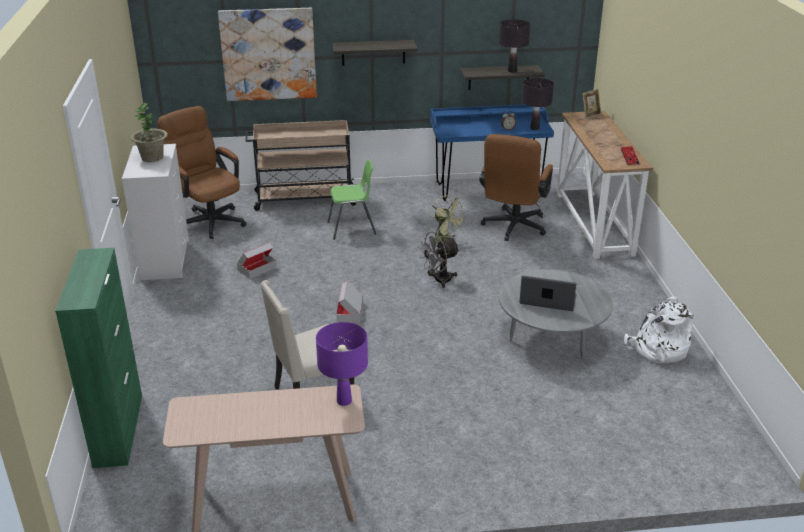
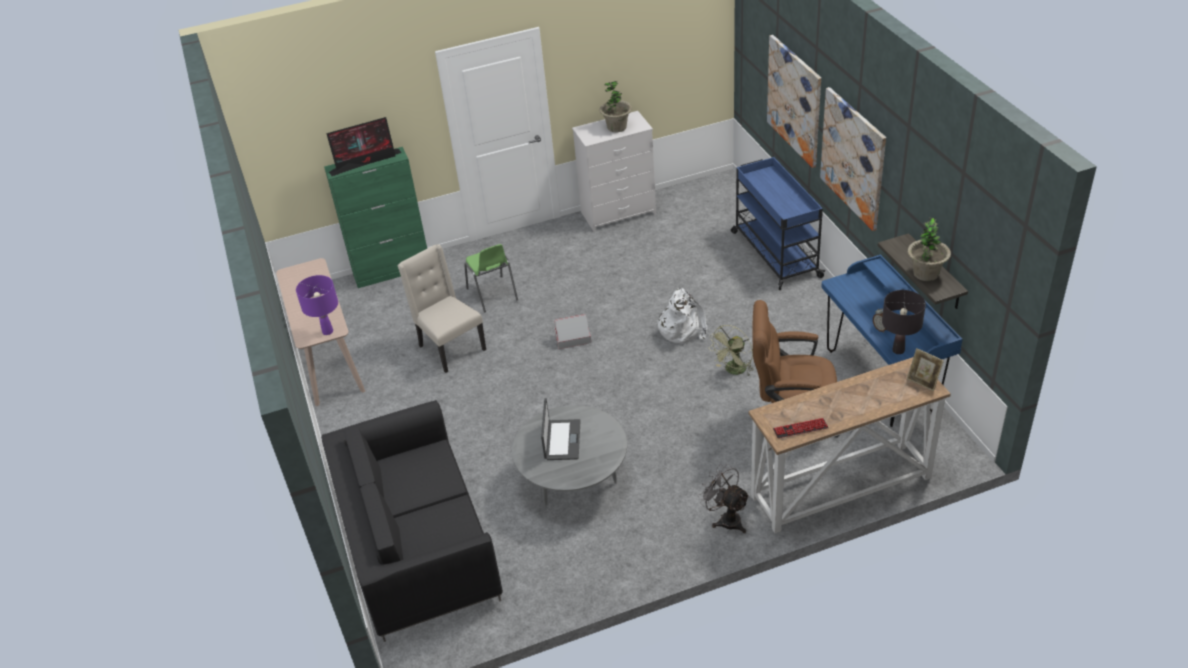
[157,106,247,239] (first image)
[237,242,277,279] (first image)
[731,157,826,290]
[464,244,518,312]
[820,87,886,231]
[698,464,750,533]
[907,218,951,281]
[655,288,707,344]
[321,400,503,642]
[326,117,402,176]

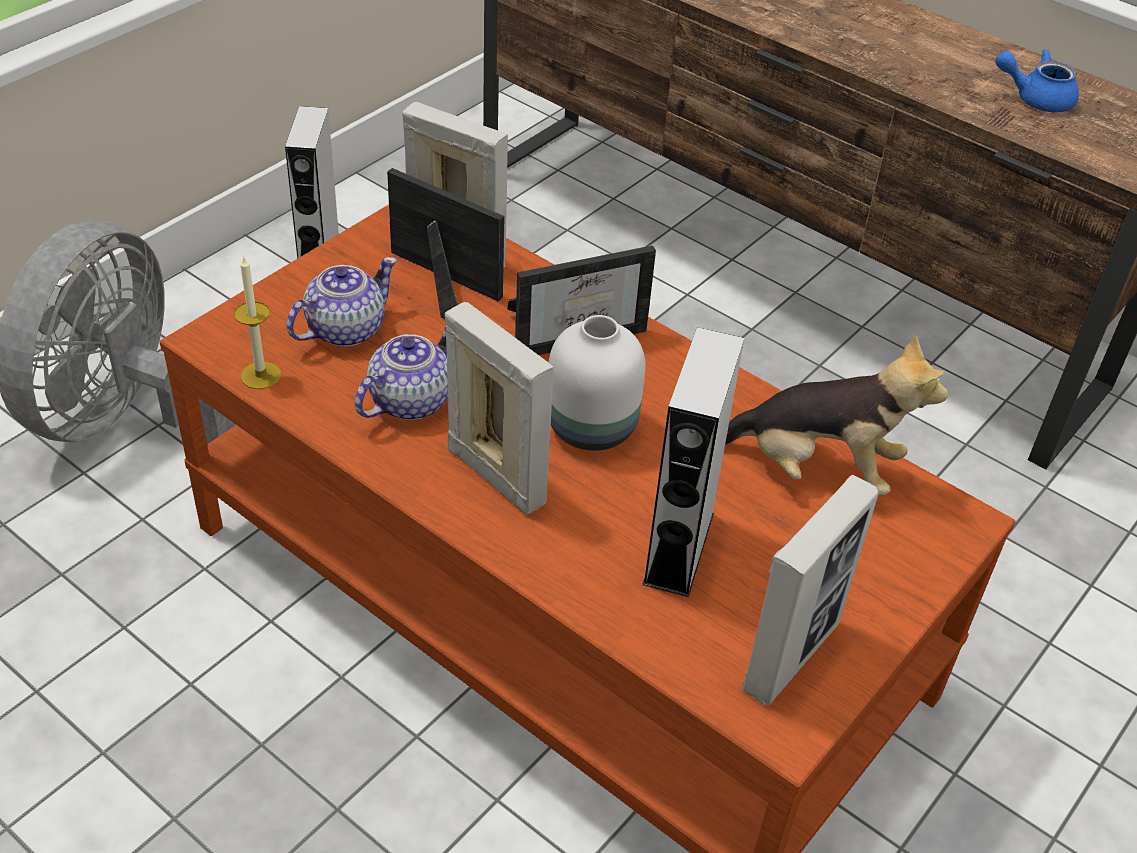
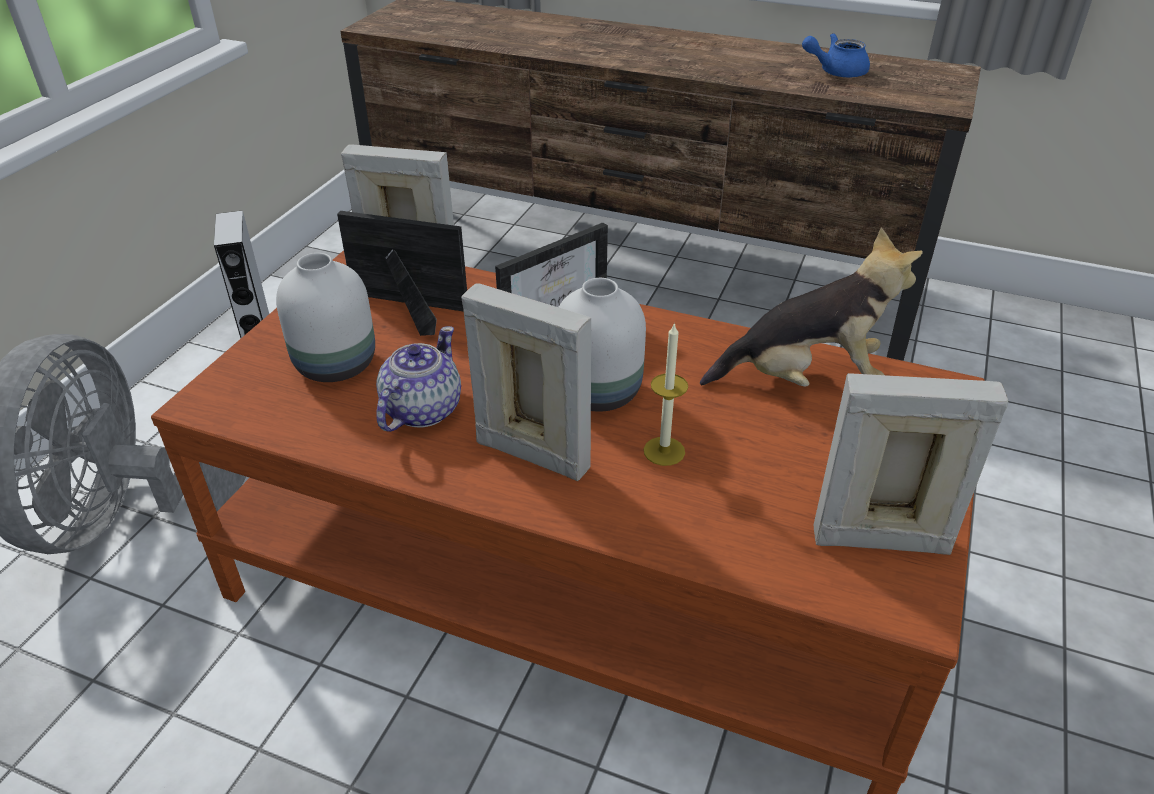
[644,322,688,466]
[276,253,375,382]
[642,327,744,597] (first image)
[814,373,1008,555]

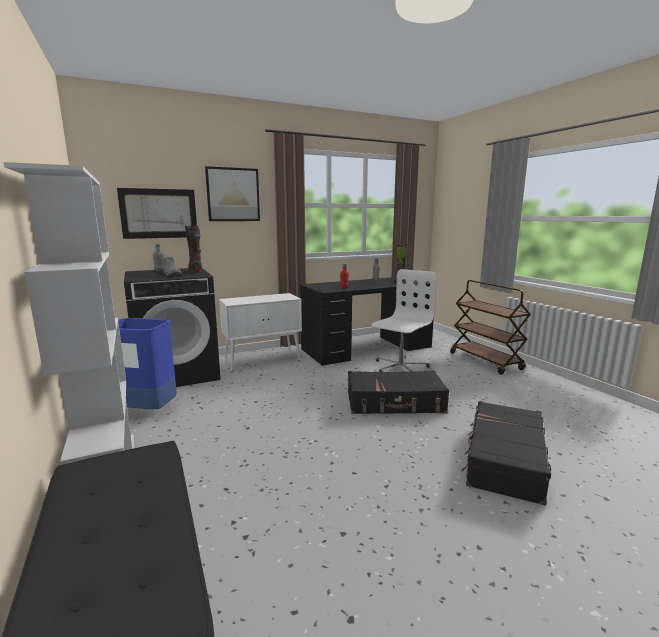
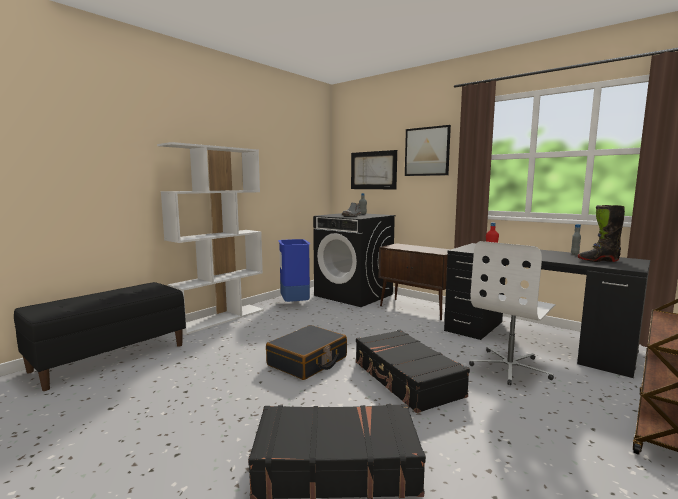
[185,225,202,273] (first image)
[379,243,451,320]
[469,241,556,385]
[266,325,347,380]

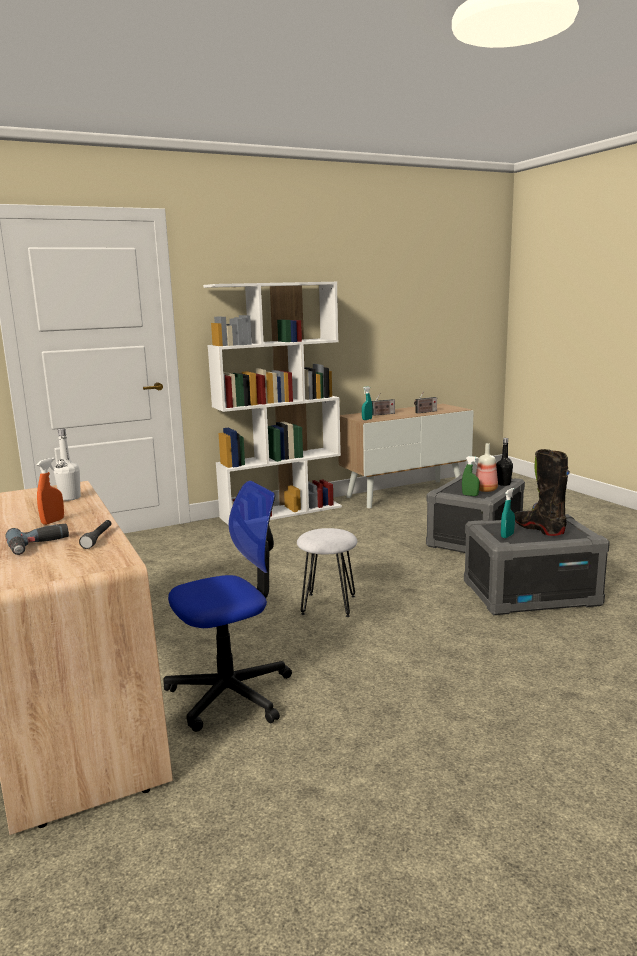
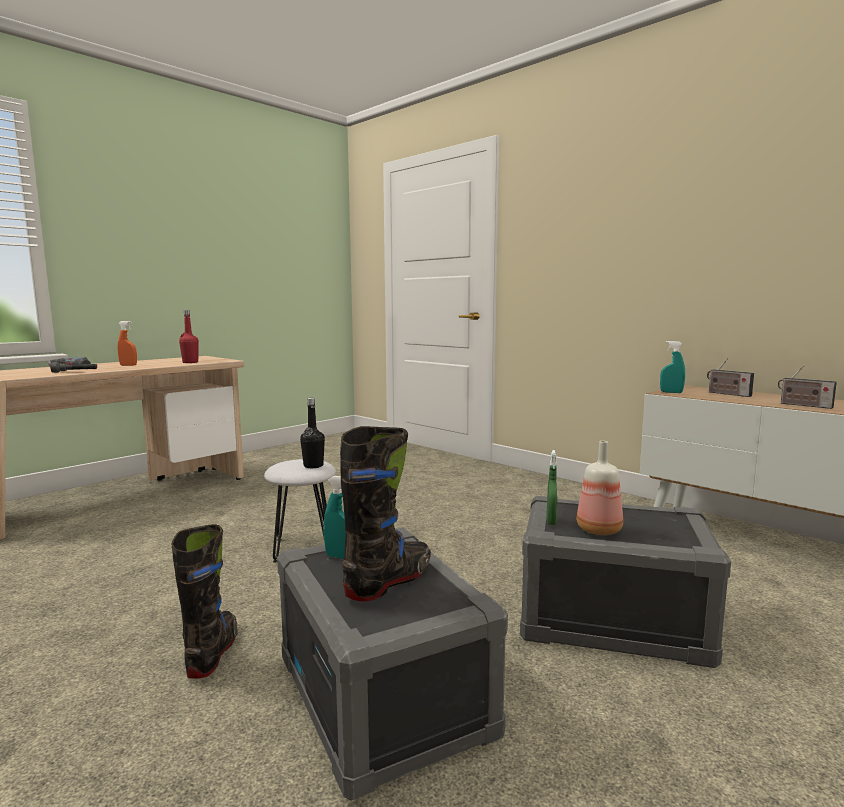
[179,310,199,363]
[163,481,292,732] (first image)
[203,282,342,525] (first image)
[300,398,325,468]
[171,524,238,679]

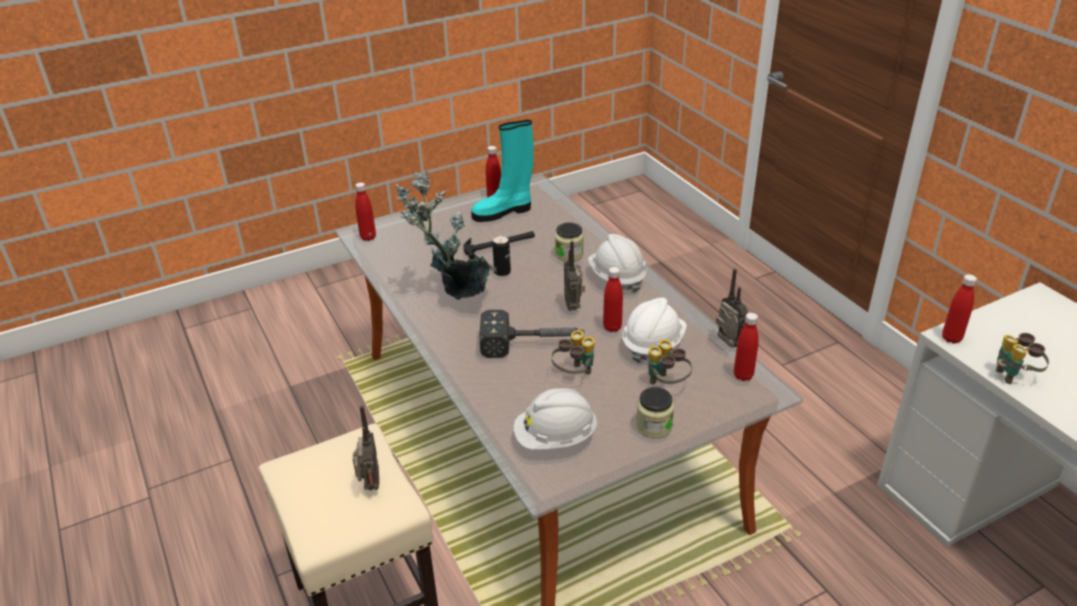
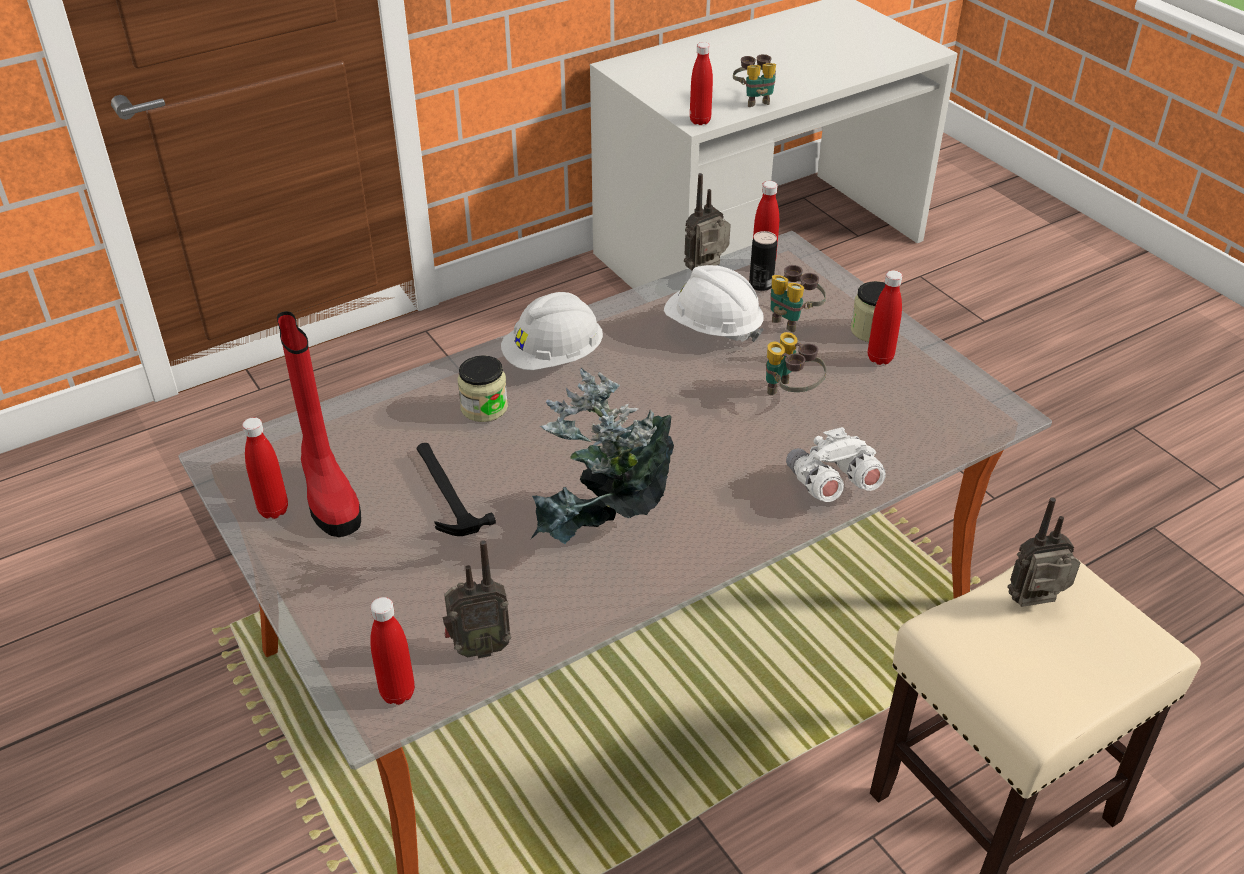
[277,311,361,537]
[480,310,585,358] (first image)
[749,231,777,291]
[514,388,597,450] (first image)
[443,540,511,658]
[868,270,902,365]
[786,427,886,502]

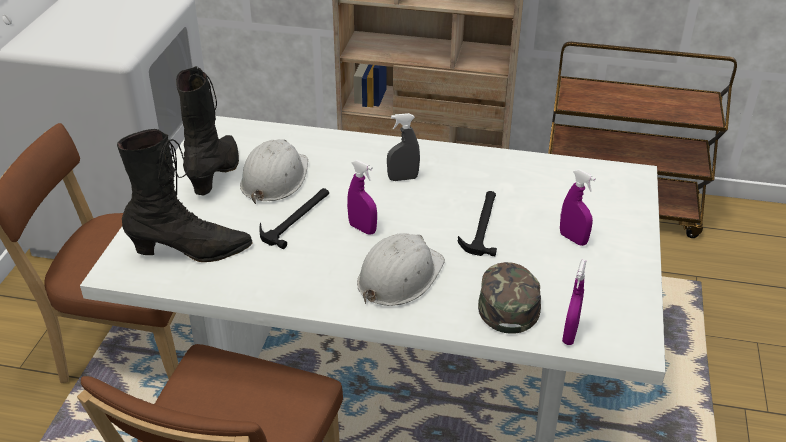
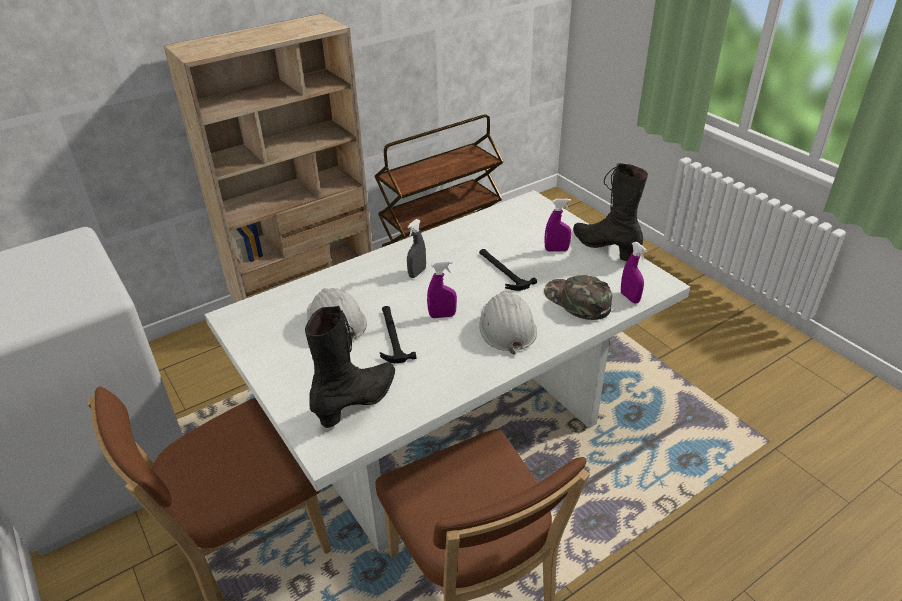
[573,163,648,261]

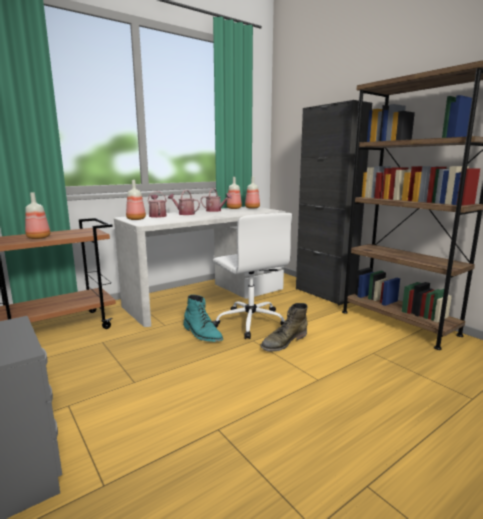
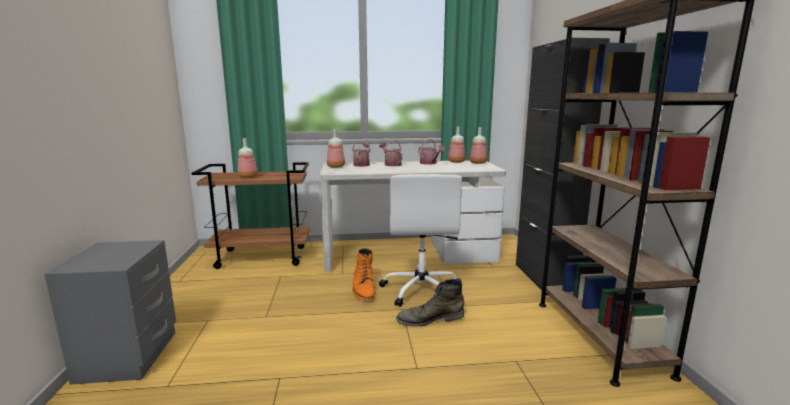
[352,248,375,301]

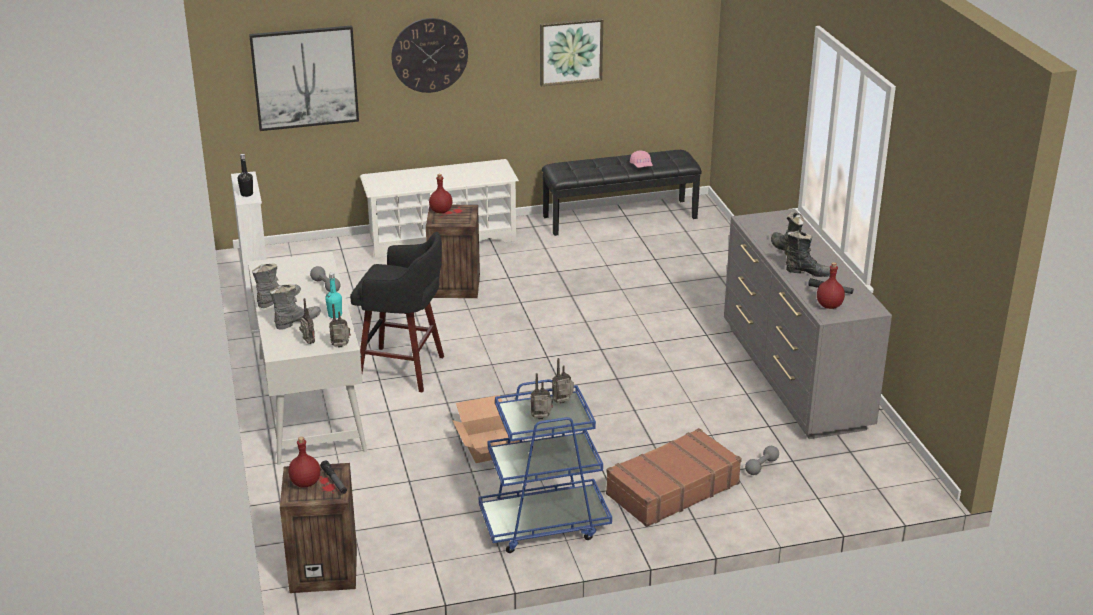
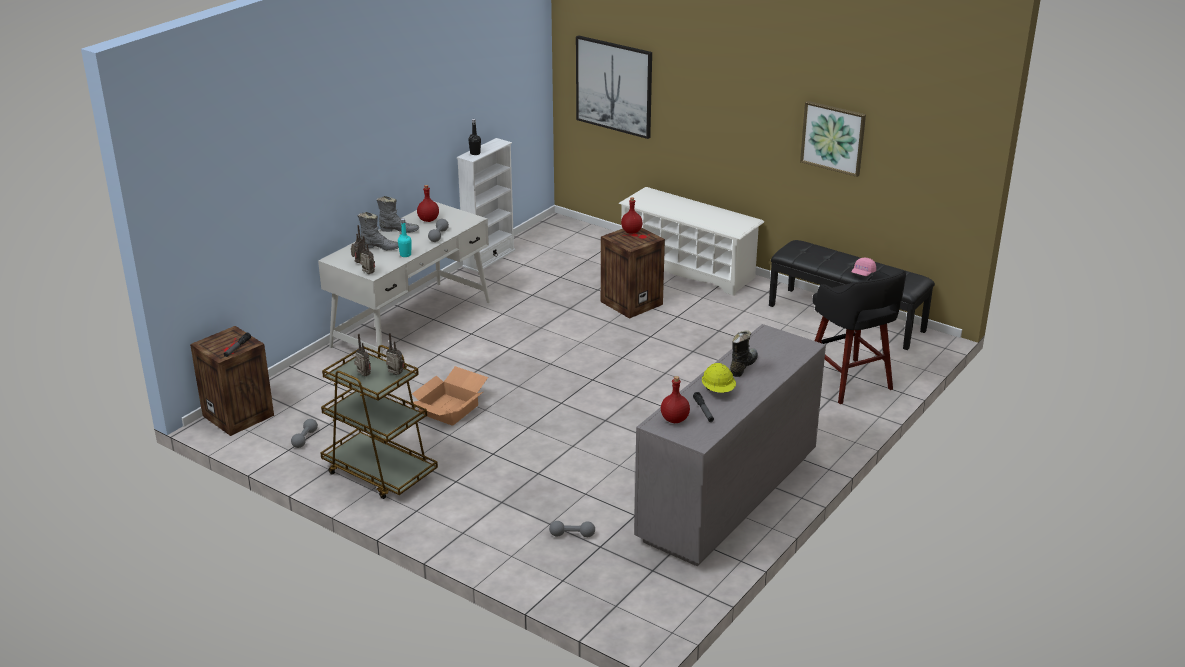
[417,185,439,222]
[812,271,906,404]
[391,18,468,93] (first image)
[320,345,438,499]
[606,428,742,527] (first image)
[702,363,736,393]
[291,419,318,448]

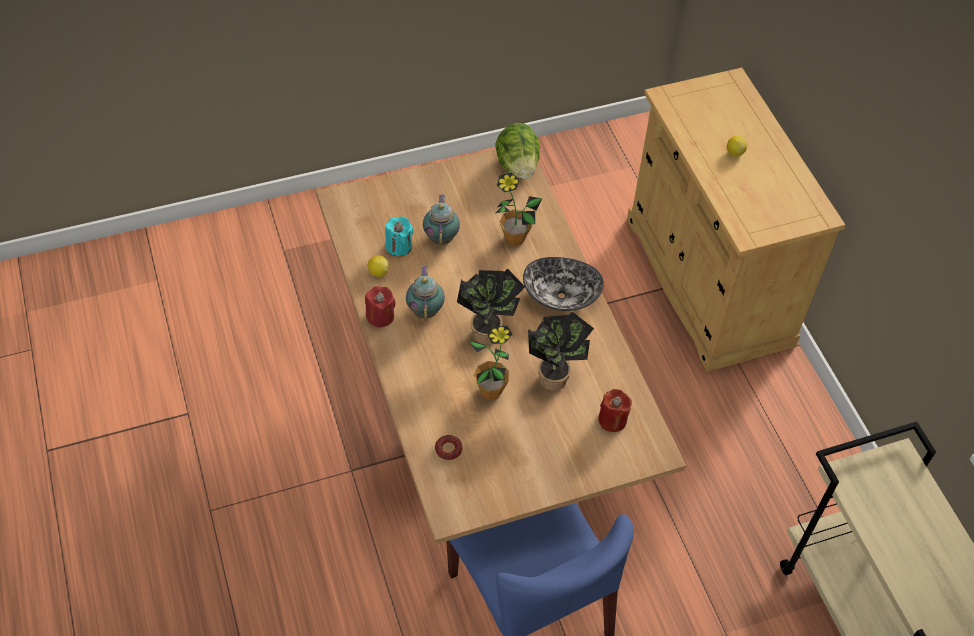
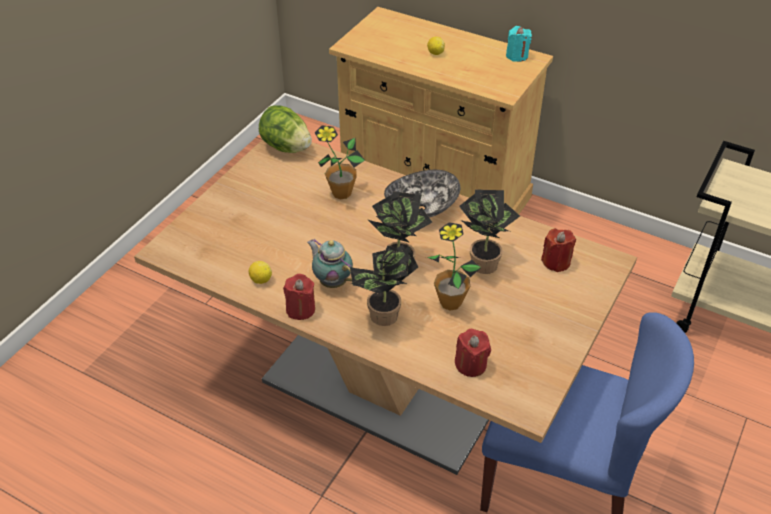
[506,26,532,62]
[423,194,460,246] (first image)
[454,329,491,377]
[350,245,418,326]

